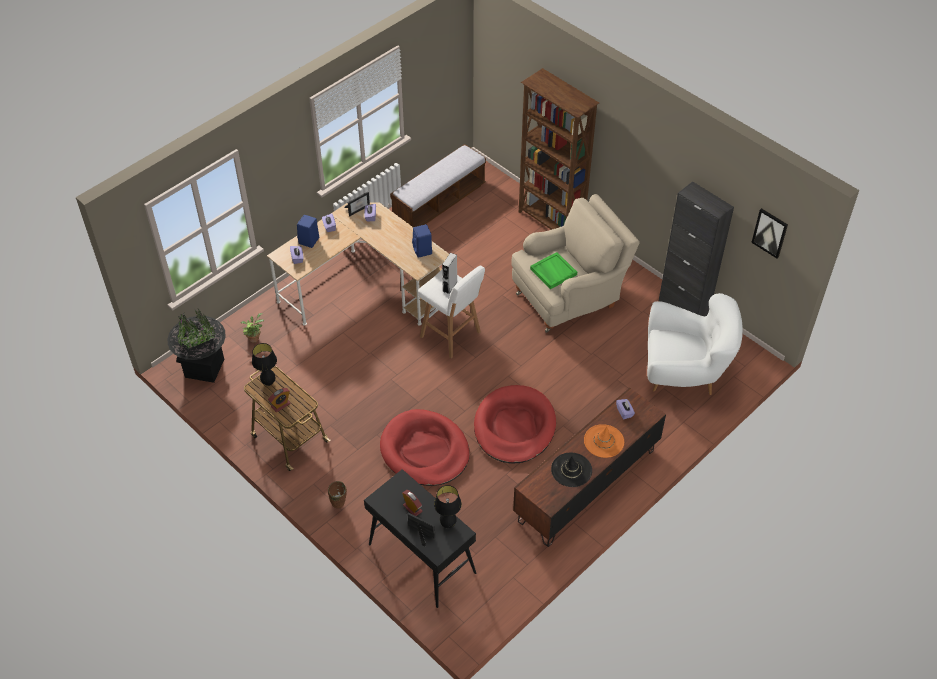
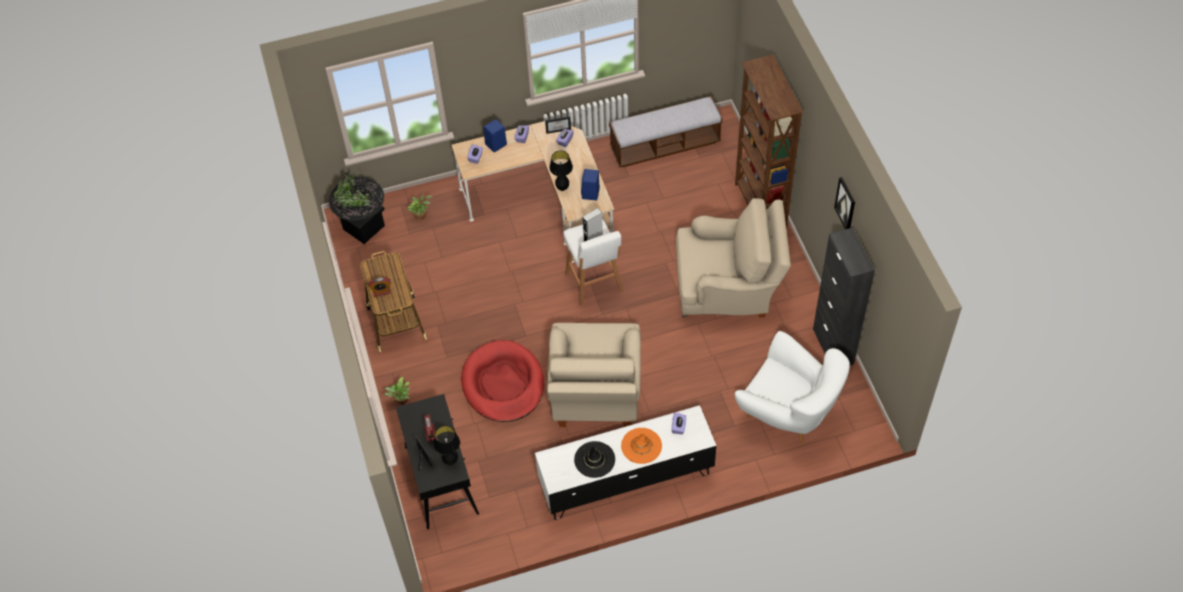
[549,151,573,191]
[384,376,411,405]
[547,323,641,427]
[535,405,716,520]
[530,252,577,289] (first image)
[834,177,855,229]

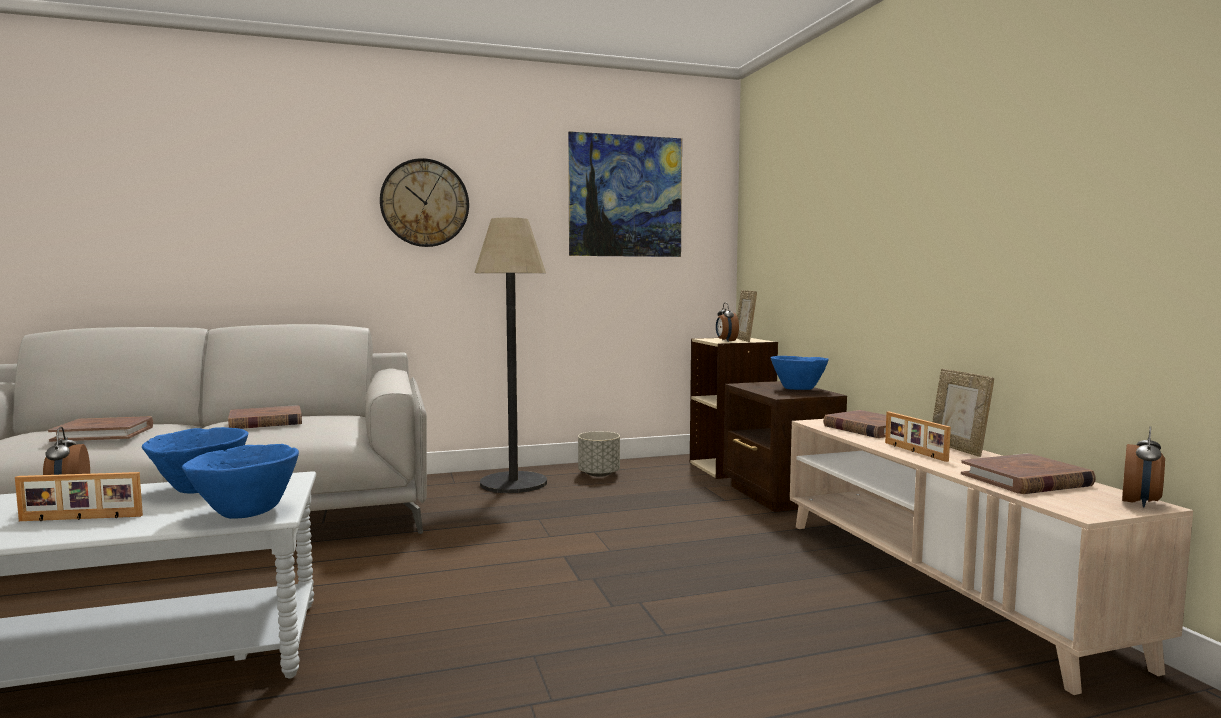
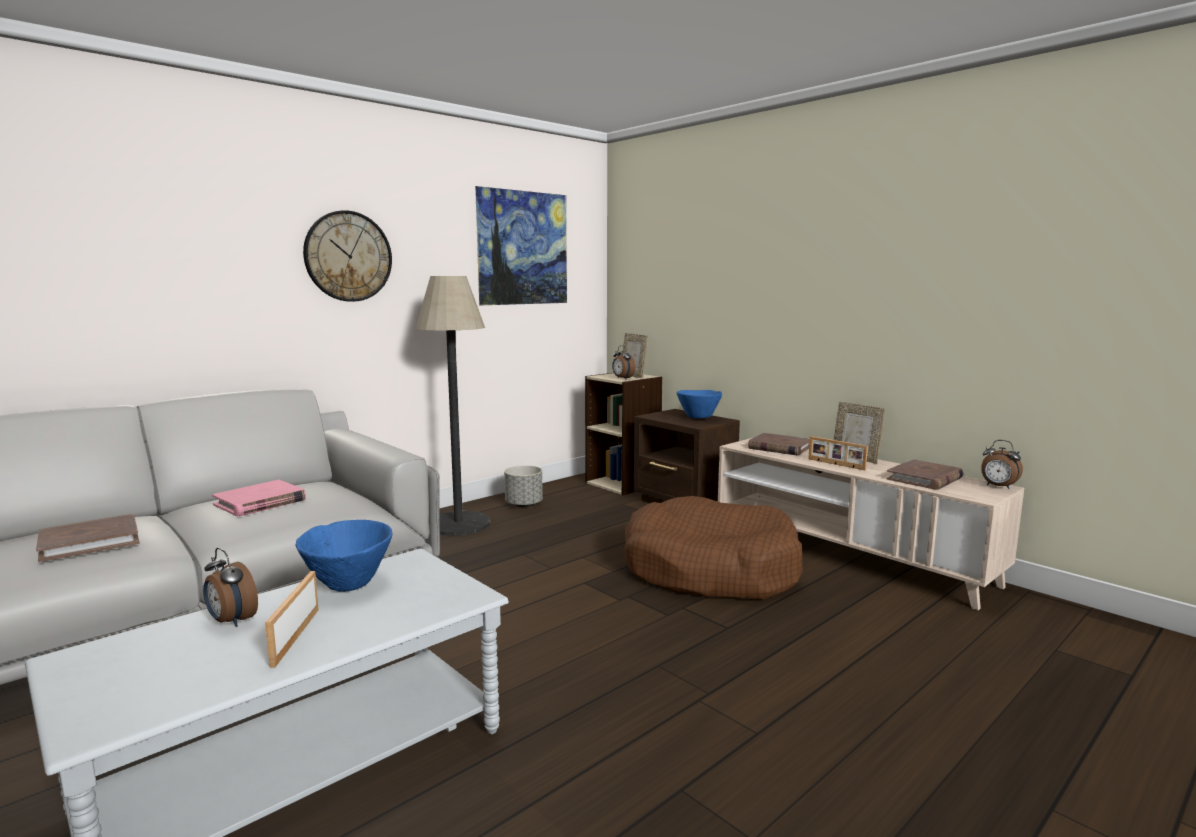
[265,571,319,668]
[182,444,299,519] (first image)
[212,480,306,516]
[981,440,1023,489]
[624,496,803,600]

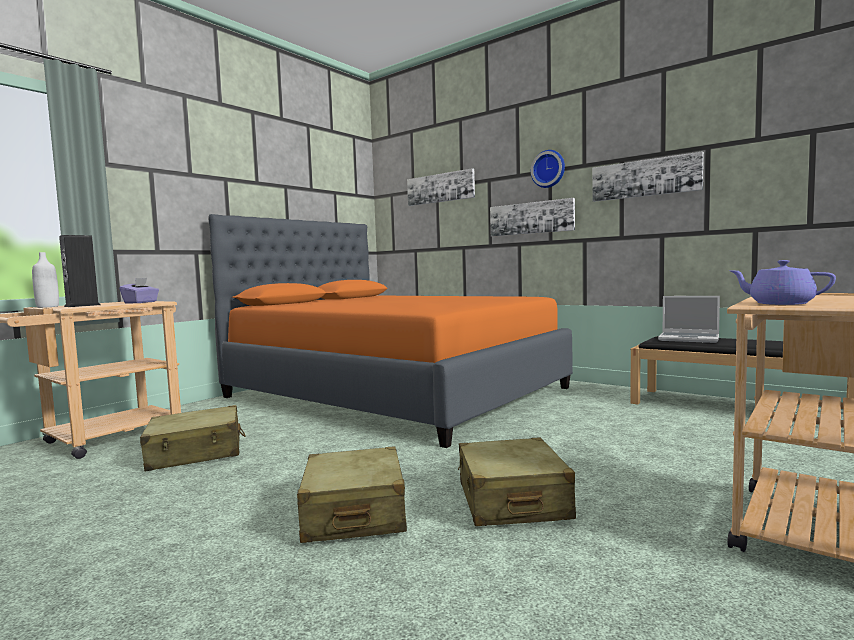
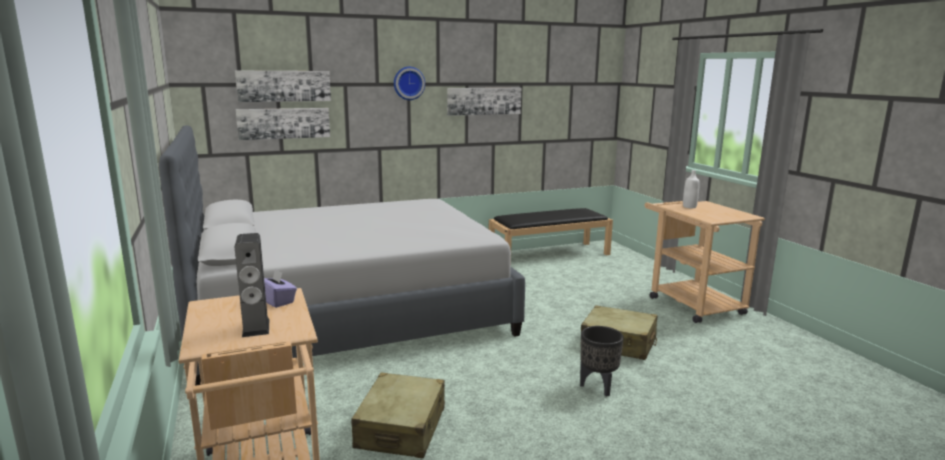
[683,170,700,208]
[159,125,525,386]
[580,326,624,397]
[236,108,330,140]
[658,296,720,343] (first image)
[730,260,836,305] (first image)

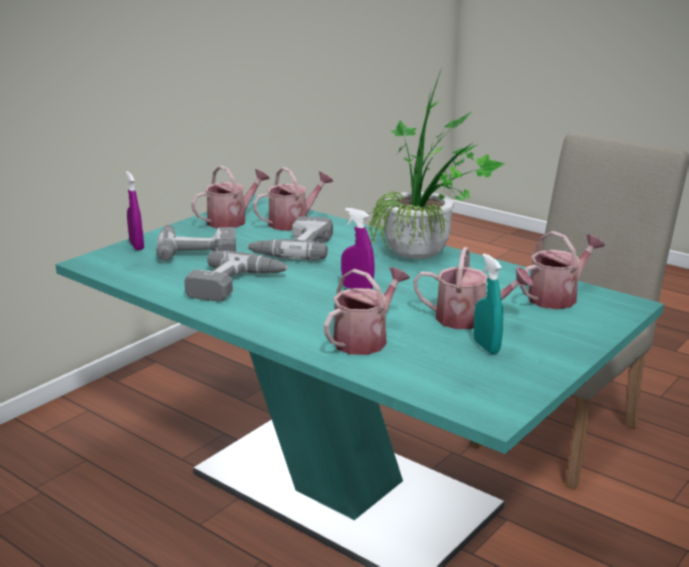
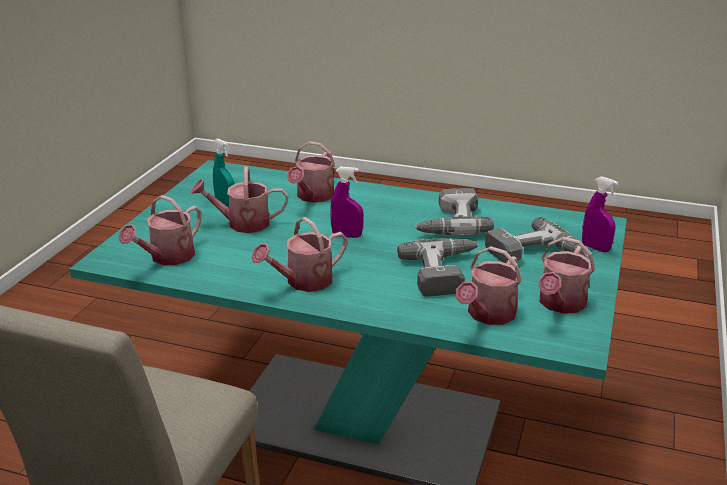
[251,217,347,292]

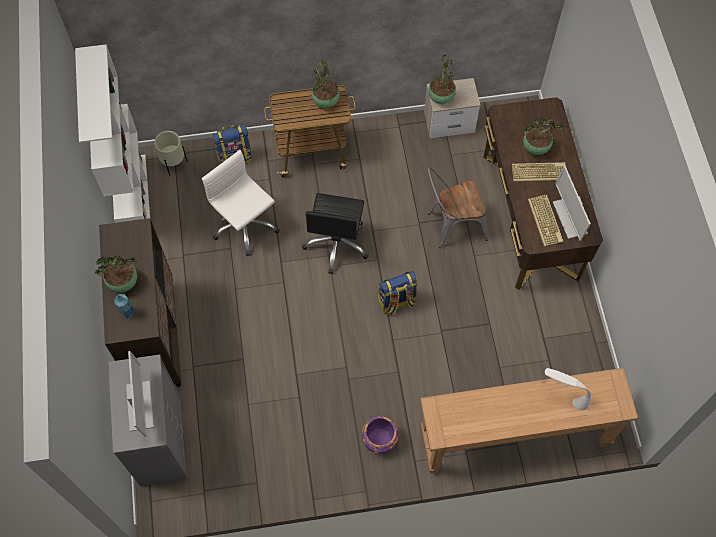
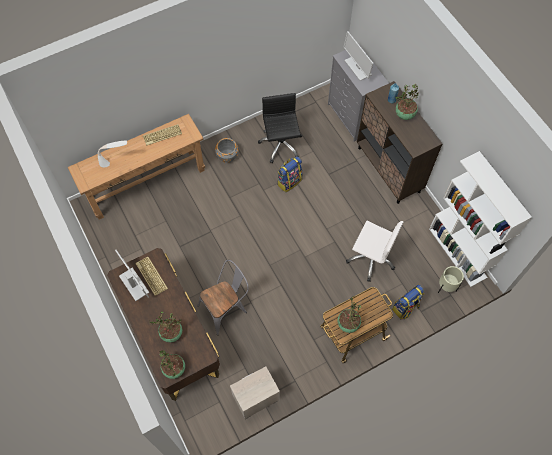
[258,93,302,163]
[215,138,239,163]
[277,156,303,193]
[160,350,185,379]
[143,124,182,145]

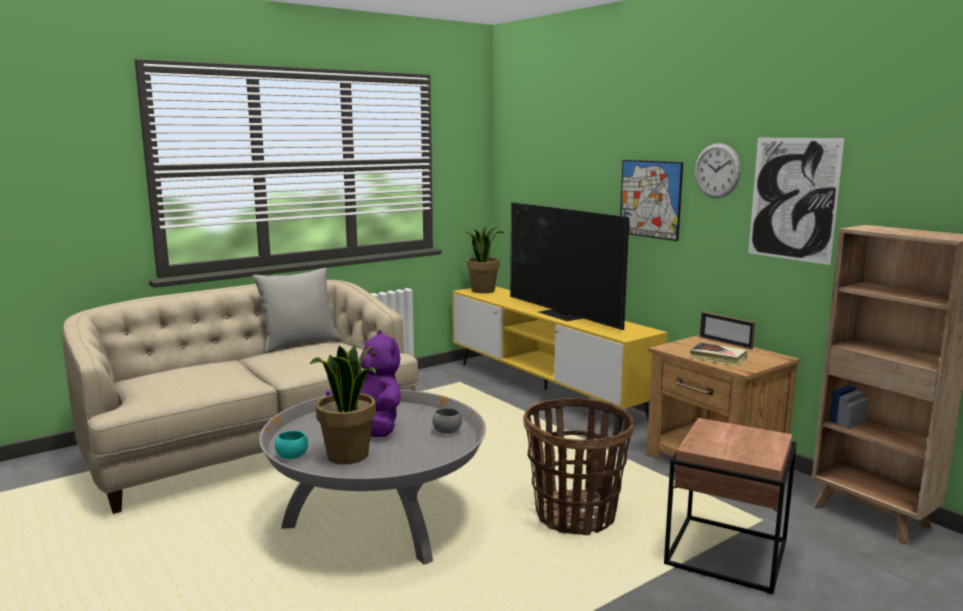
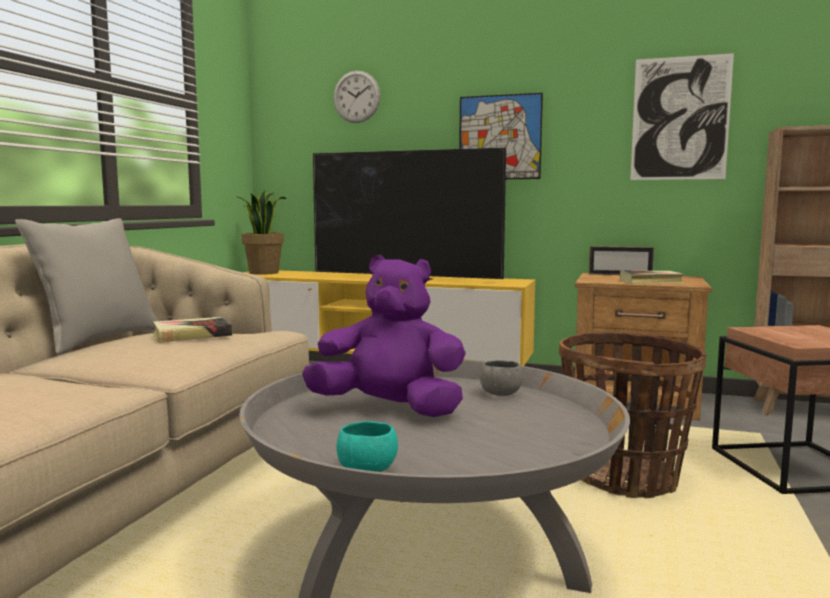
[309,344,376,464] (first image)
[333,71,381,123]
[153,317,232,343]

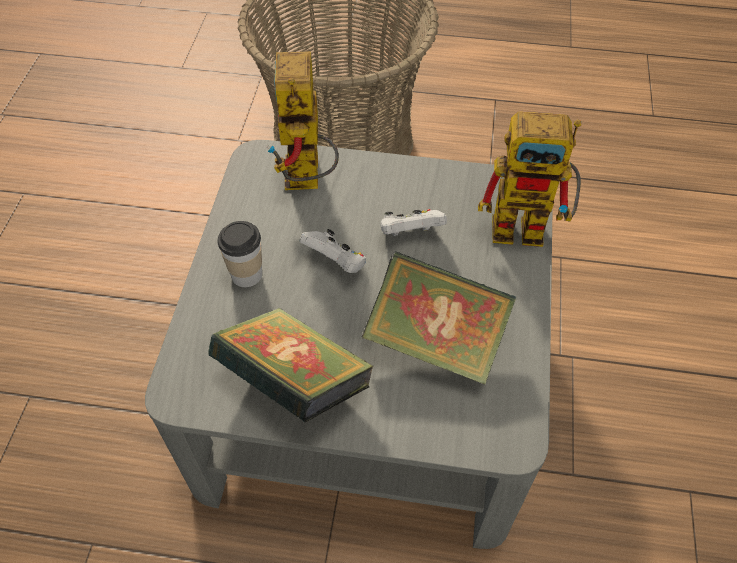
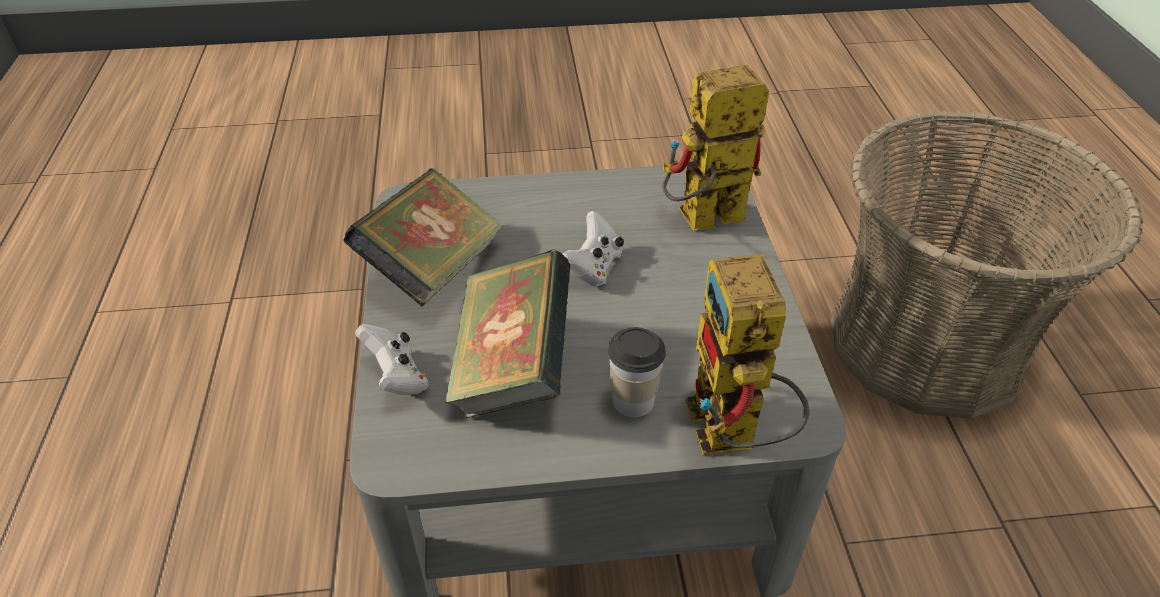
[608,327,666,417]
[355,324,428,395]

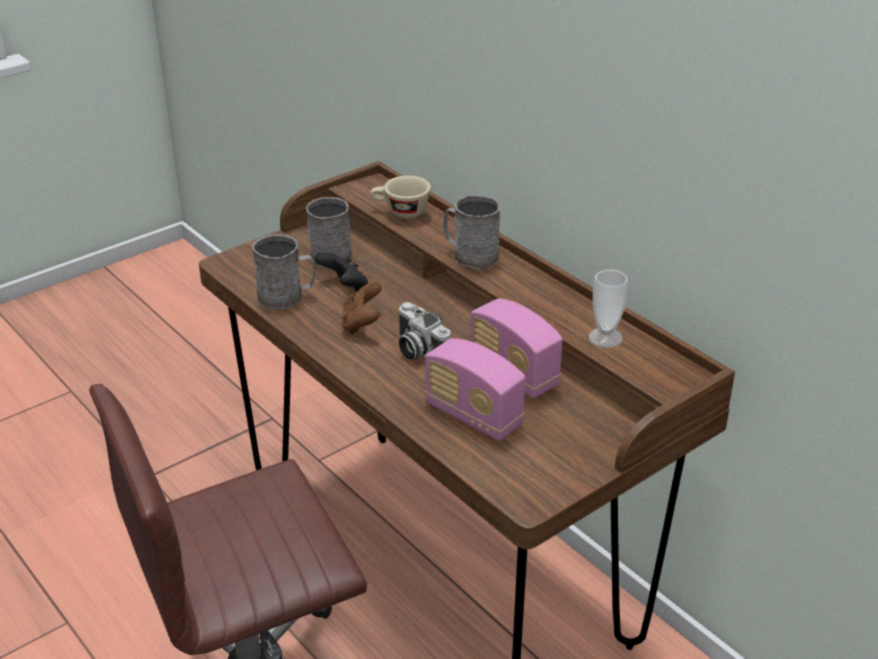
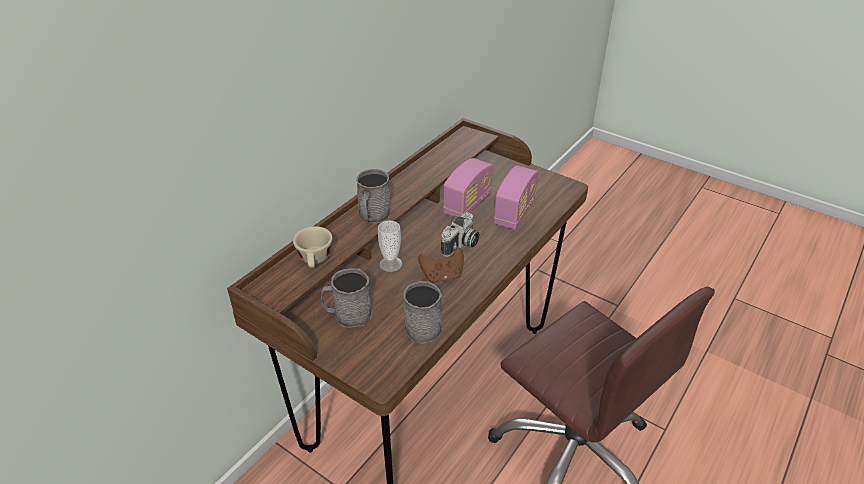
[315,252,368,291] (first image)
[378,221,402,272]

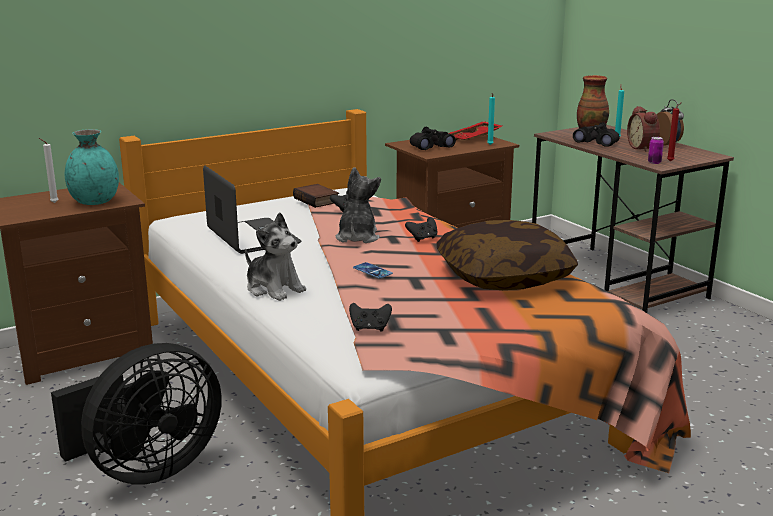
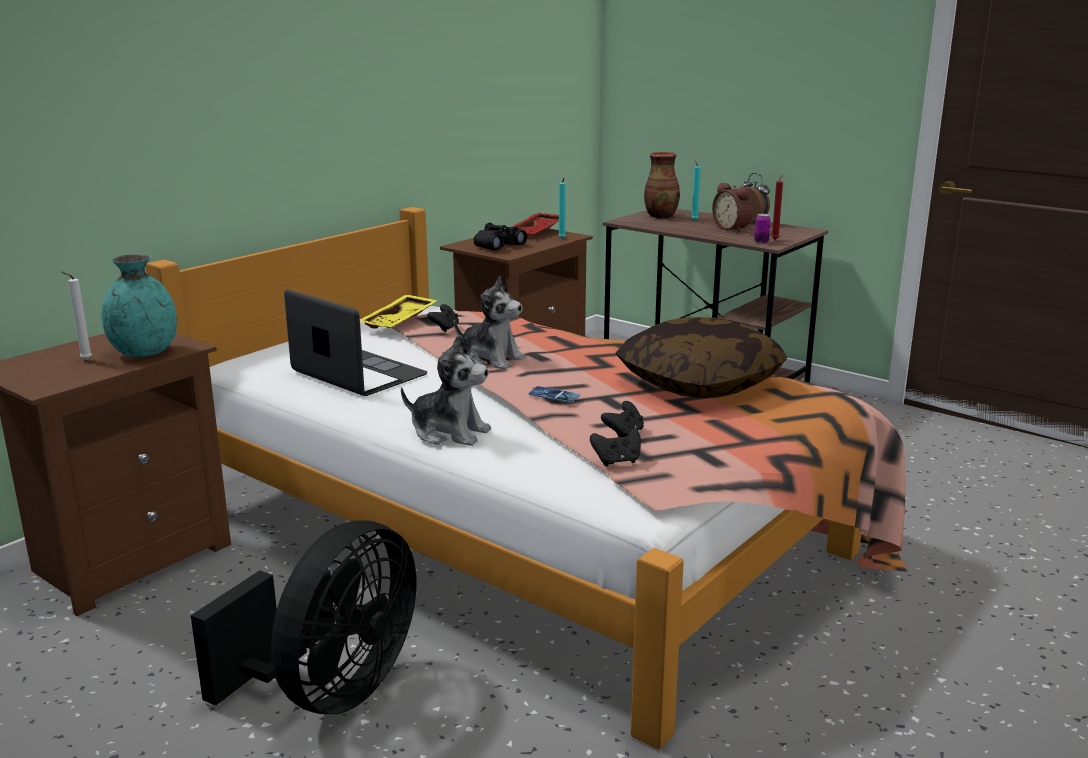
[360,295,438,329]
[454,276,527,370]
[601,401,644,437]
[573,122,620,147] (first image)

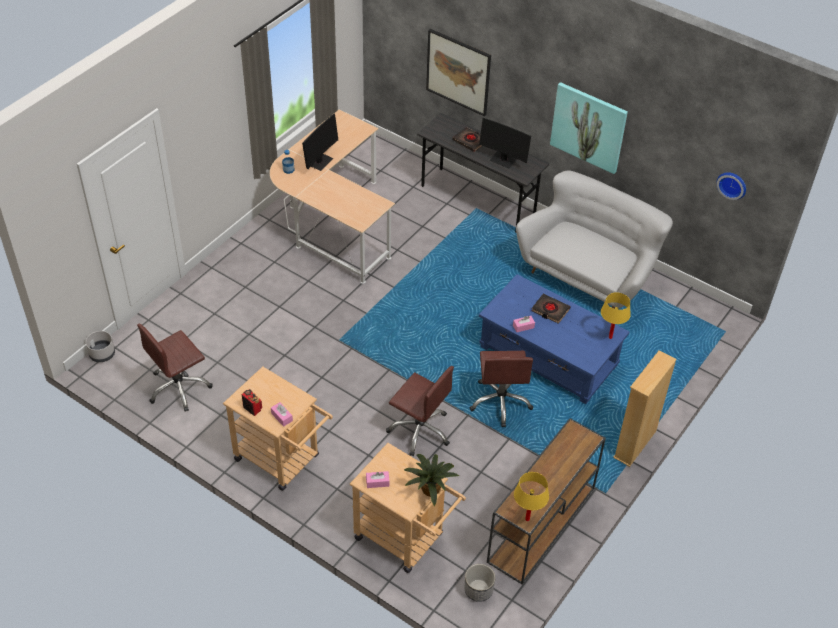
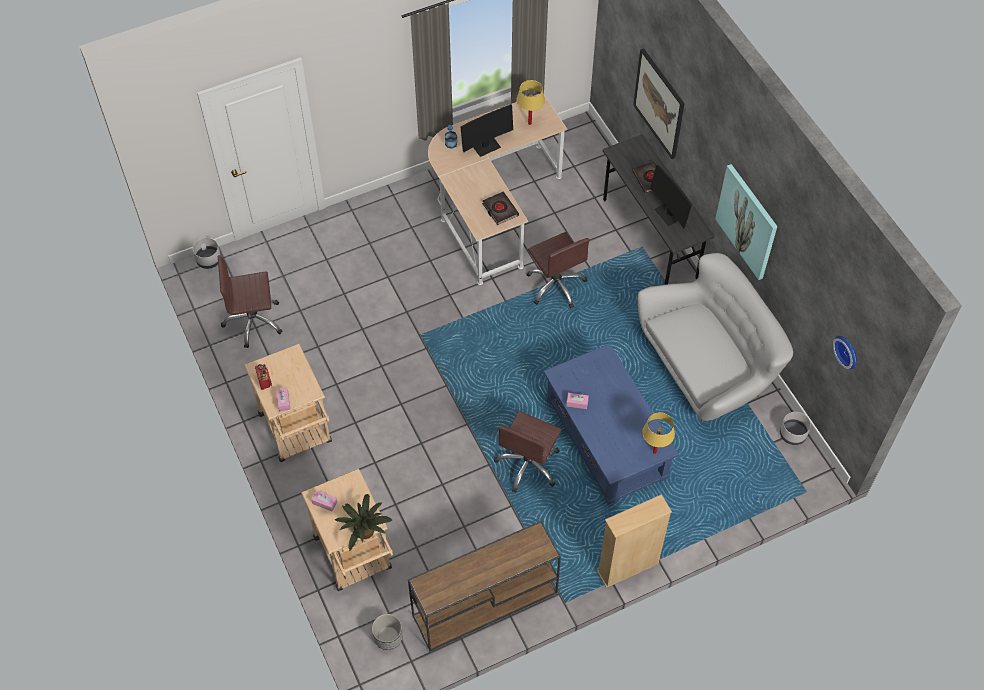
[526,232,590,308]
[517,80,545,125]
[482,191,519,225]
[780,412,811,445]

